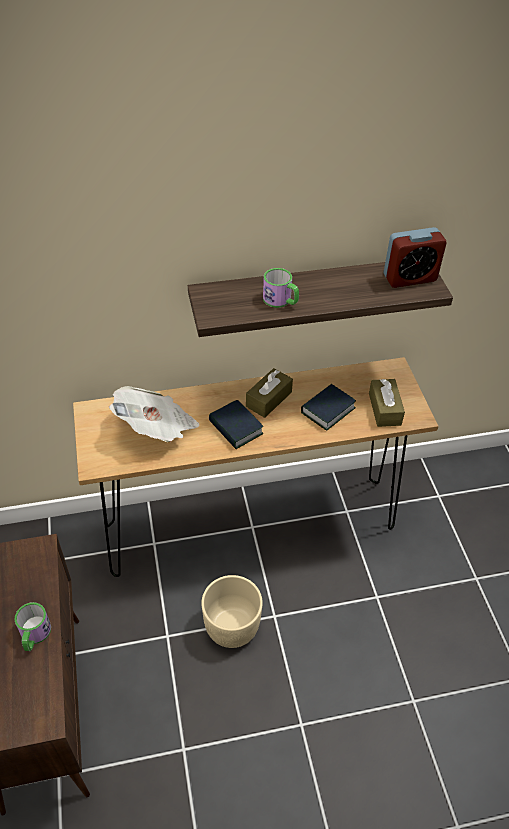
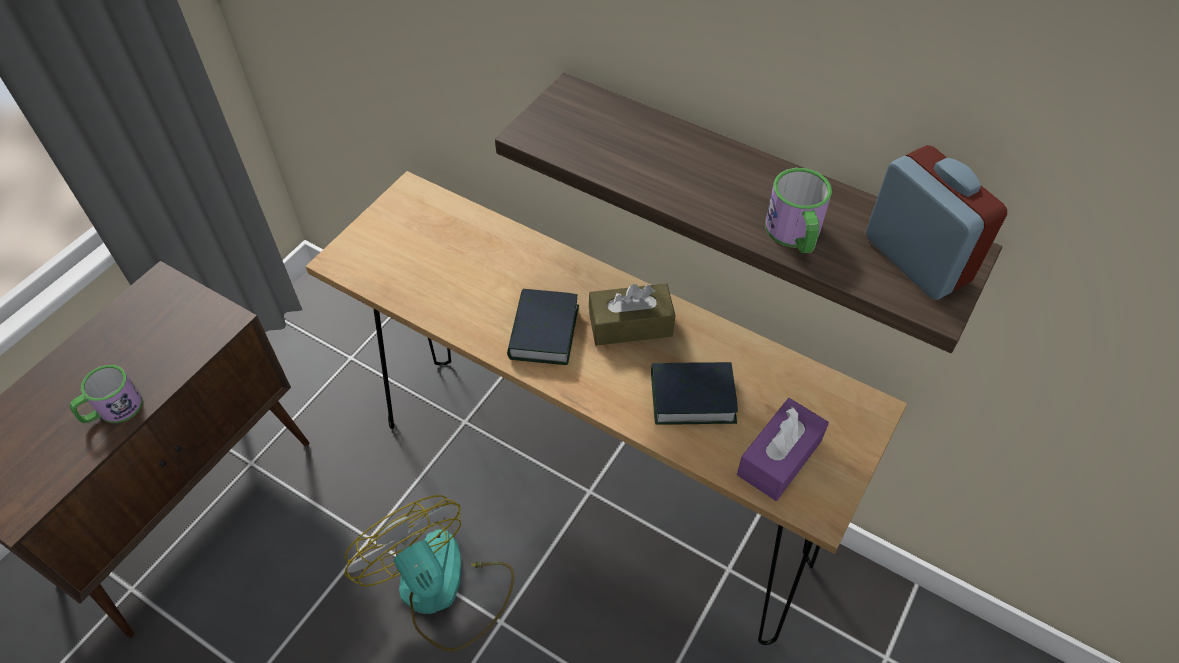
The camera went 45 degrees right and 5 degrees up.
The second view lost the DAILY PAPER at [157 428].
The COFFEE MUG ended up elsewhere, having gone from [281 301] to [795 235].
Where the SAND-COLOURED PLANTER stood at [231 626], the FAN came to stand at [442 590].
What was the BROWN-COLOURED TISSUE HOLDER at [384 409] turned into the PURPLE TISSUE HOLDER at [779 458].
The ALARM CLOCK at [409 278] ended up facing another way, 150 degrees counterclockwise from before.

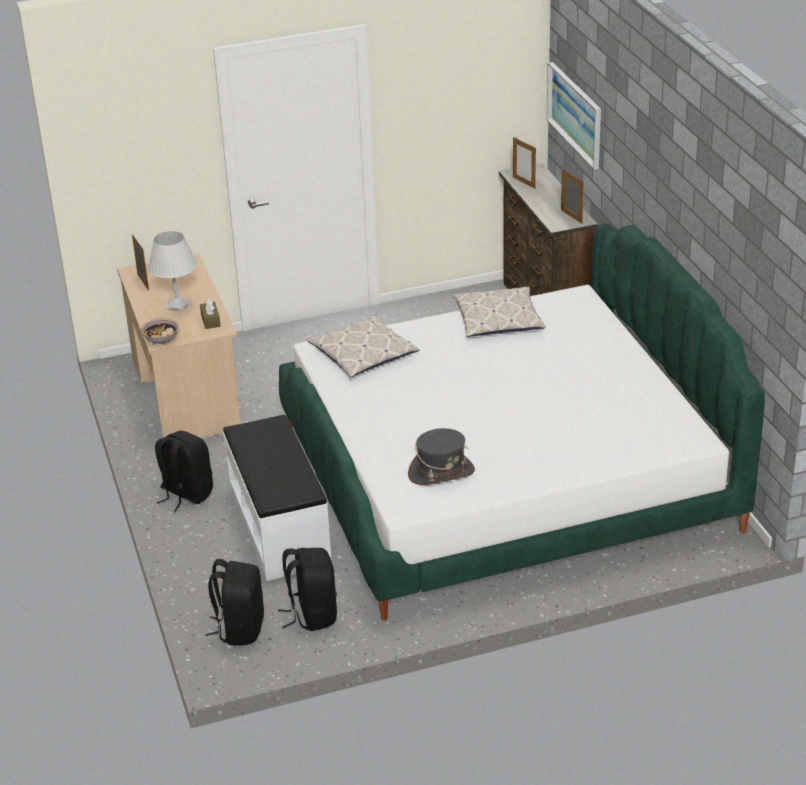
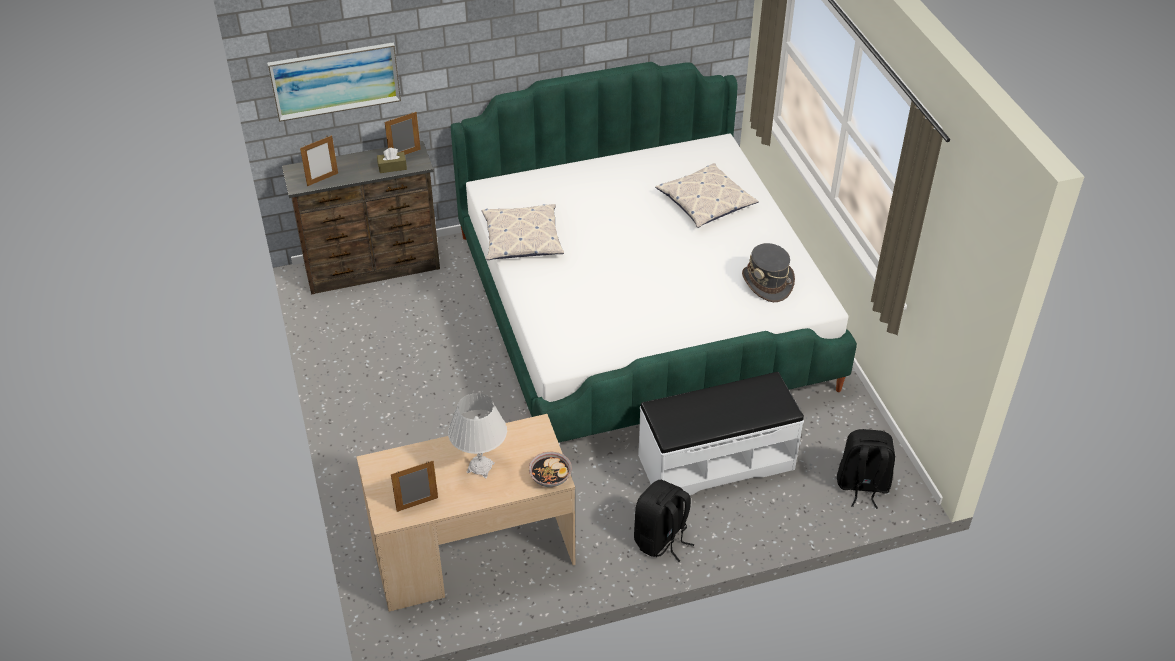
The camera went 90 degrees left and 10 degrees up.
The second view lost the BLACK KNAPSACK at [312 614].
The BROWN-COLOURED TISSUE HOLDER ended up elsewhere, having gone from [210 320] to [392 167].
The CUSHION ended up elsewhere, having gone from [363 354] to [705 202].

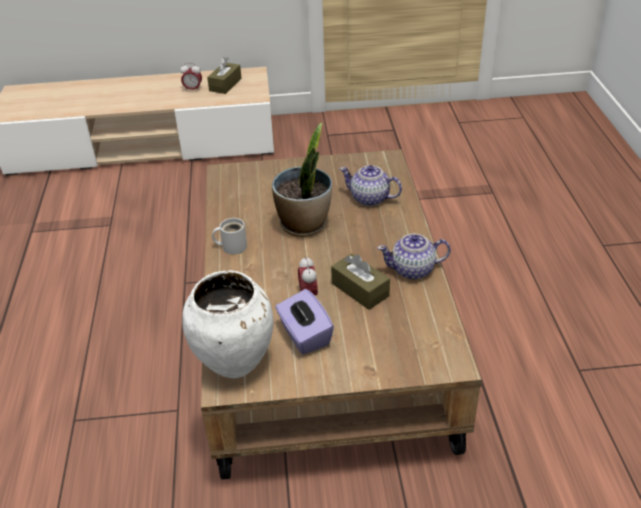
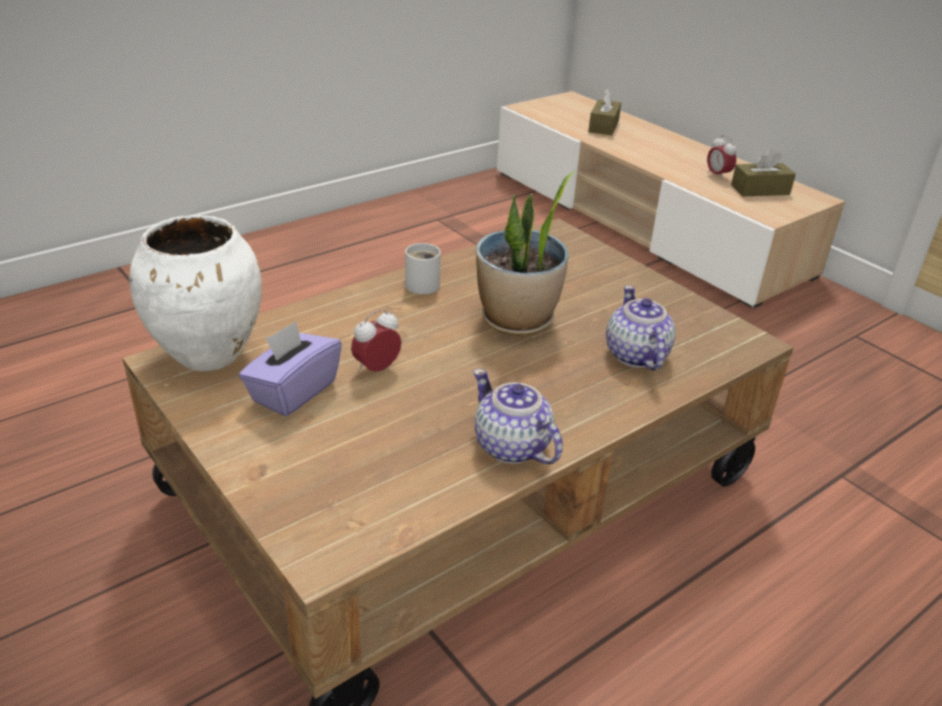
The camera went 55 degrees right and 5 degrees down.
The BROWN-COLOURED TISSUE HOLDER ended up elsewhere, having gone from [360 290] to [603 126].

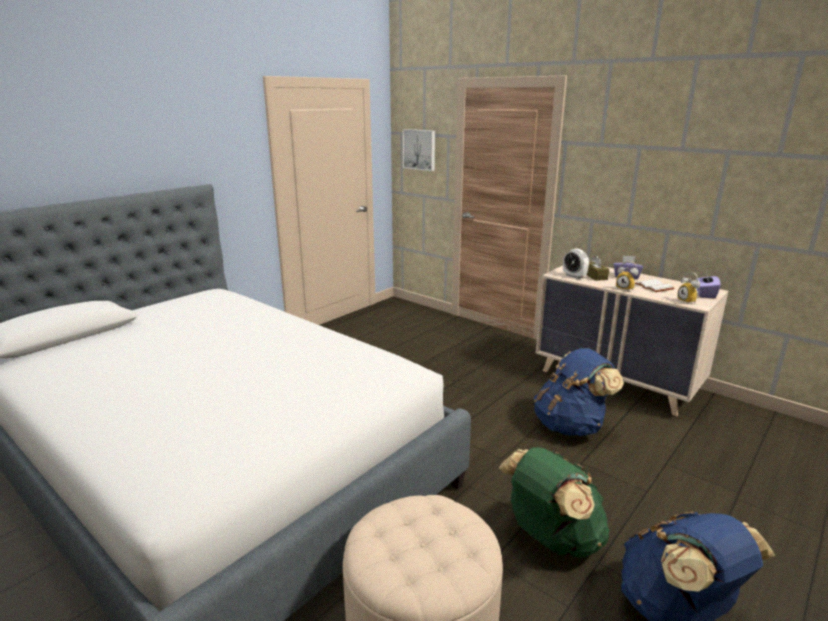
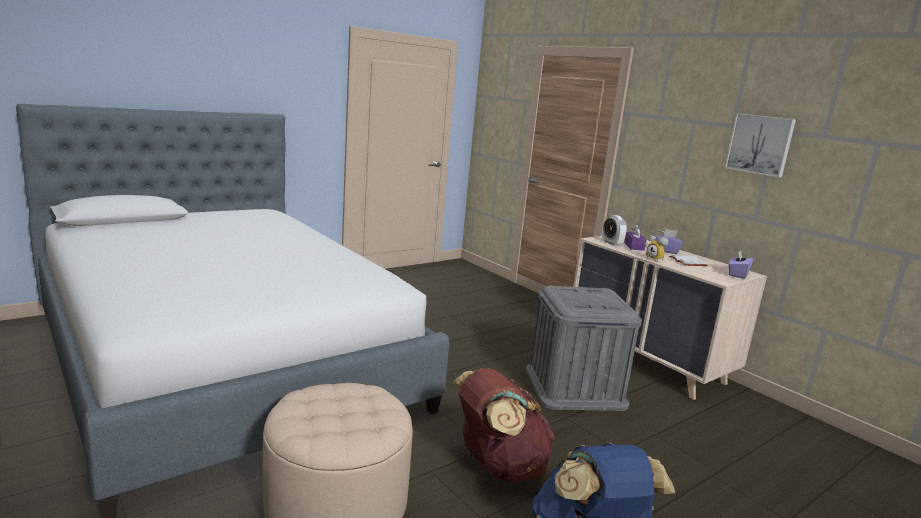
The camera went 10 degrees right and 5 degrees down.
The second view lost the ALARM CLOCK at [689 302].
The WALL ART ended up elsewhere, having gone from [420 149] to [760 144].
Where the BLUE KNAPSACK stood at [570 425], the GREY STORAGE BIN came to stand at [575 387].
What was the GREENISH KNAPSACK at [551 538] turned into the BROWN-COLOURED KNAPSACK at [498 467].
What was the BROWN-COLOURED TISSUE HOLDER at [595 276] turned into the PURPLE TISSUE HOLDER at [634 246].

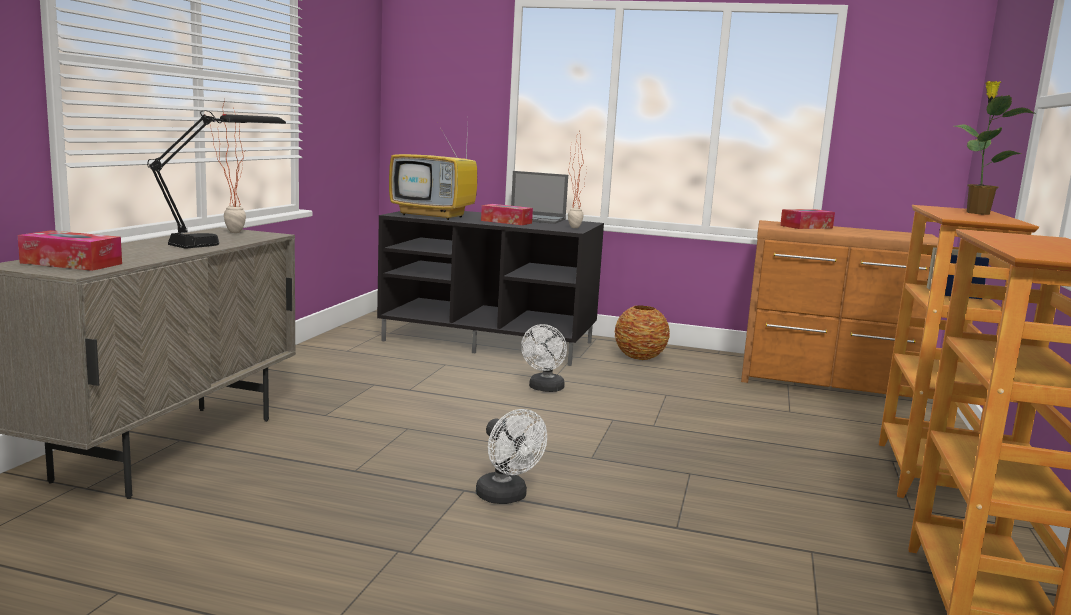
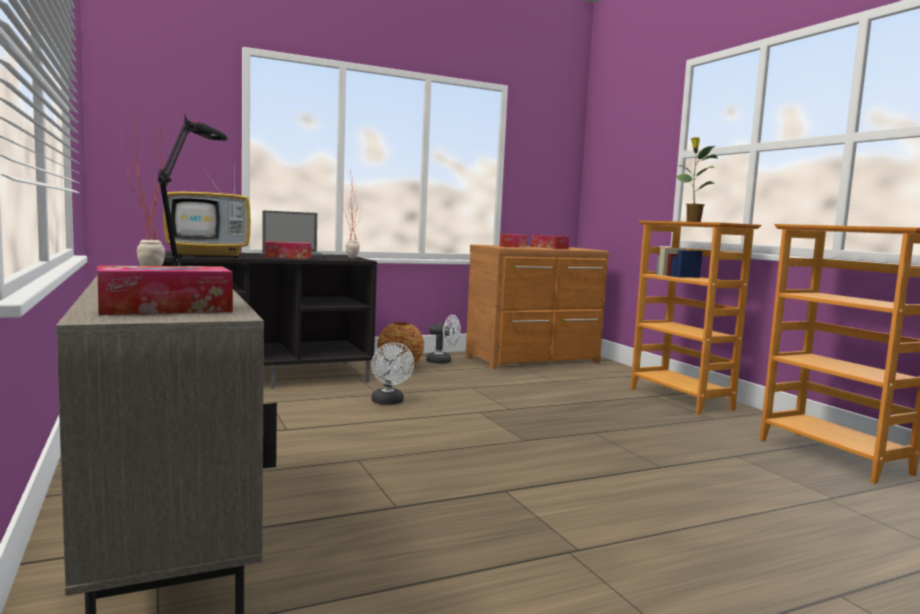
The camera went 40 degrees left and 5 degrees down.
The second view gained the TISSUE HOLDER at [549 247].
The WHITE FAN ended up elsewhere, having gone from [506 497] to [443 362].

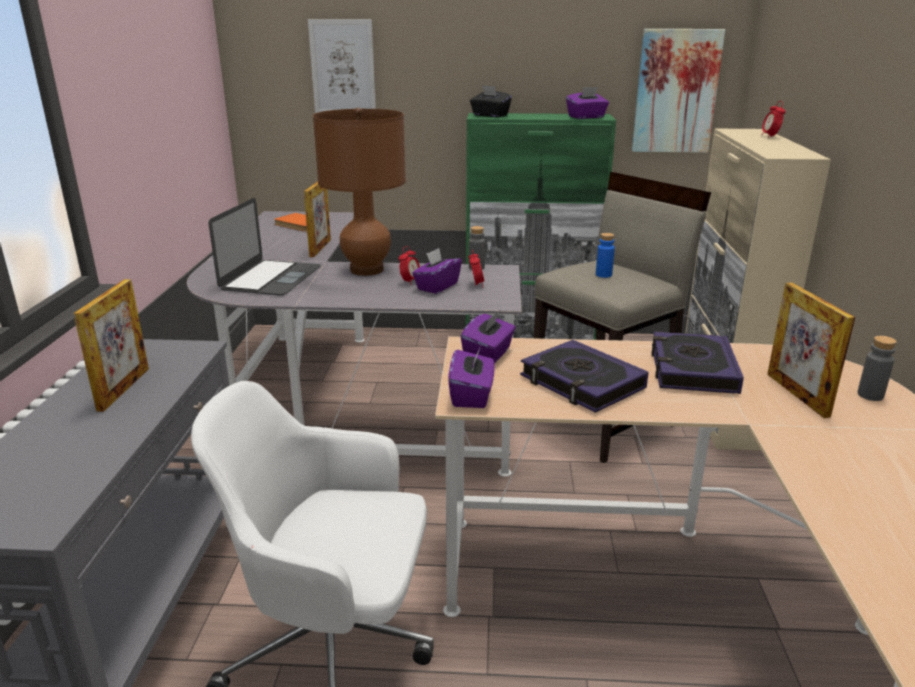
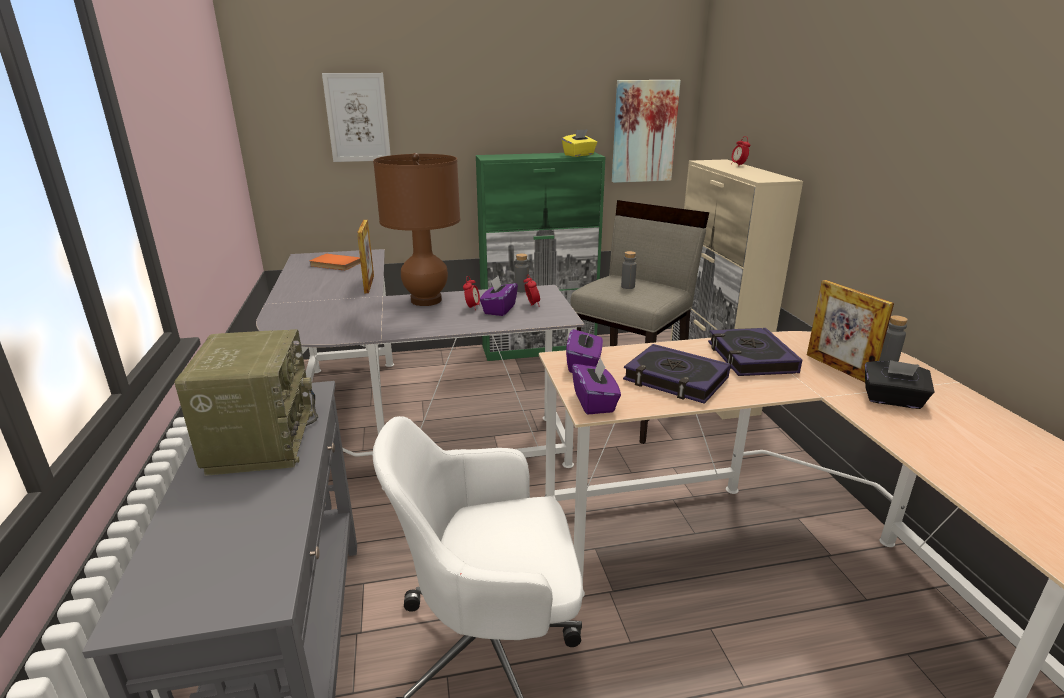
The camera went 15 degrees left and 0 degrees up.
The second view lost the NOTEBOOK COMPUTER at [271 278].
The BLACK TISSUE HOLDER ended up elsewhere, having gone from [490 115] to [892 400].
Where the PICTURE FRAME stood at [124 389], the RADIO RECEIVER came to stand at [260 440].
What was the PURPLE TISSUE HOLDER at [586 117] turned into the YELLOW TISSUE HOLDER at [579 155].
What was the BLUE BOTTLE at [603 275] turned into the GREY BOTTLE at [628 286].

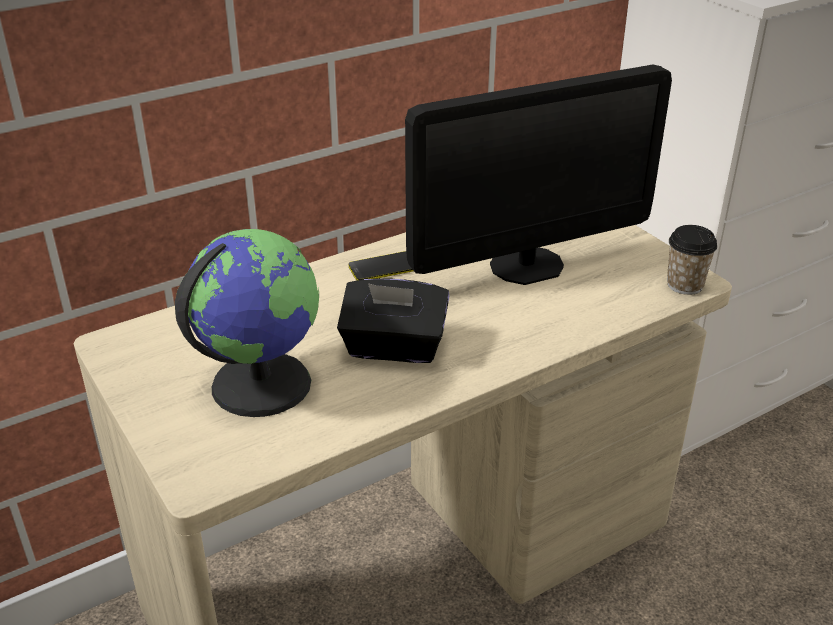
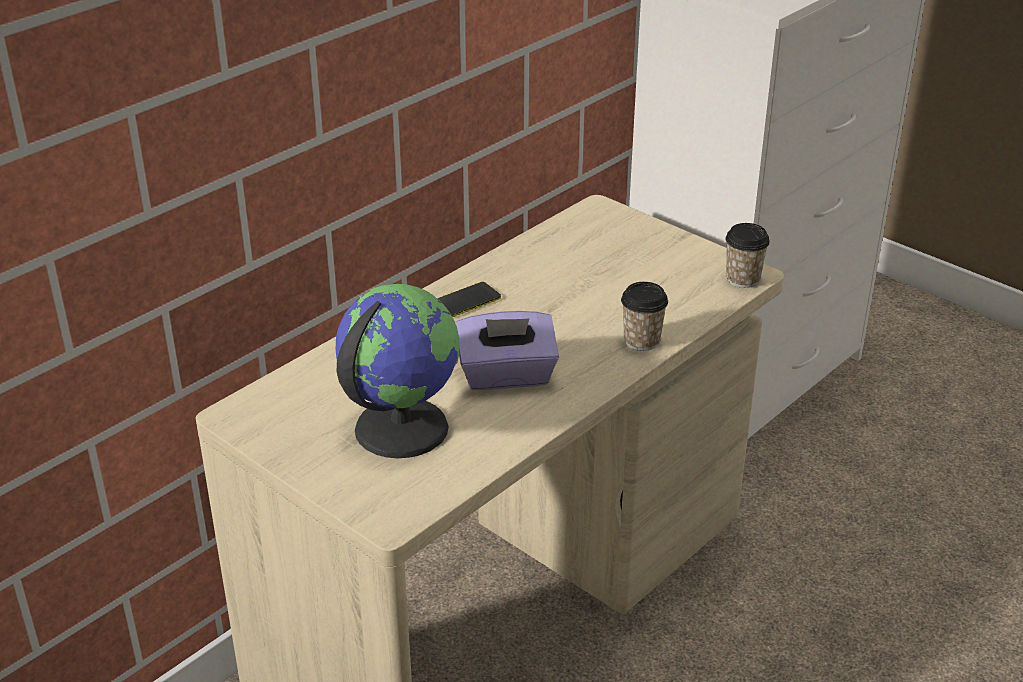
The camera went 15 degrees left and 0 degrees up.
The second view lost the COMPUTER SCREEN at [526 265].
The second view gained the CUP at [641 341].
What was the BLACK TISSUE HOLDER at [394 347] turned into the PURPLE TISSUE HOLDER at [506 376].

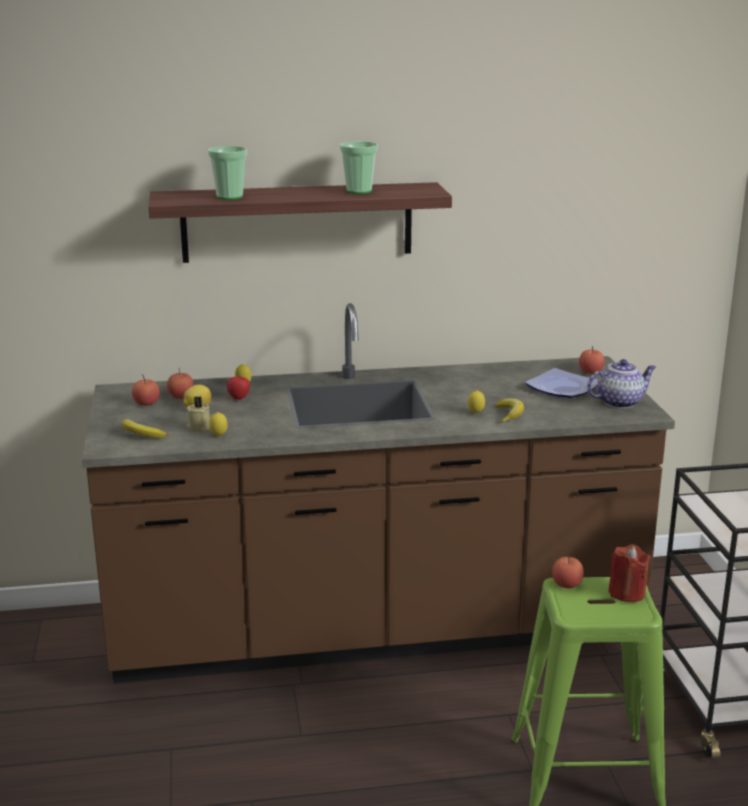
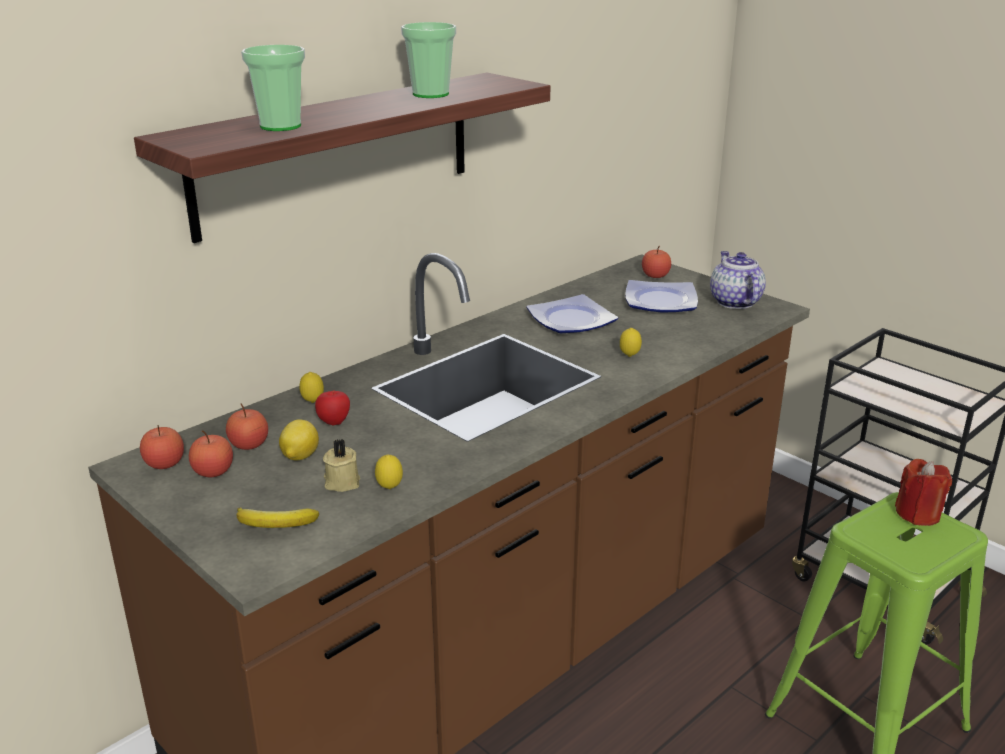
The camera went 35 degrees left and 5 degrees up.
The second view lost the WHOLE BANANA at [509 415].
The second view gained the FLAT DISH at [569 320].
The APPLE ended up elsewhere, having gone from [567 584] to [164 464].
The TEAPOT at [620 402] ended up facing another way, 45 degrees counterclockwise from before.

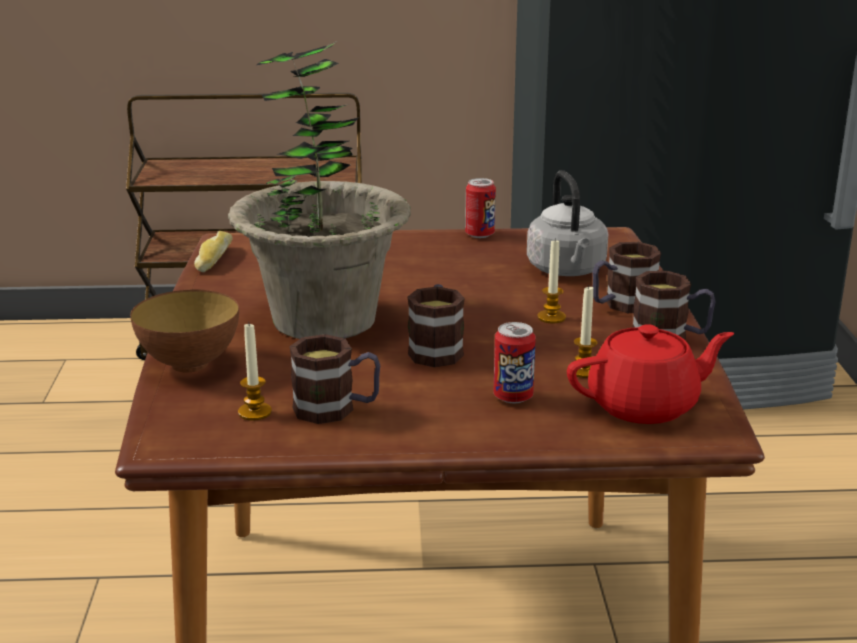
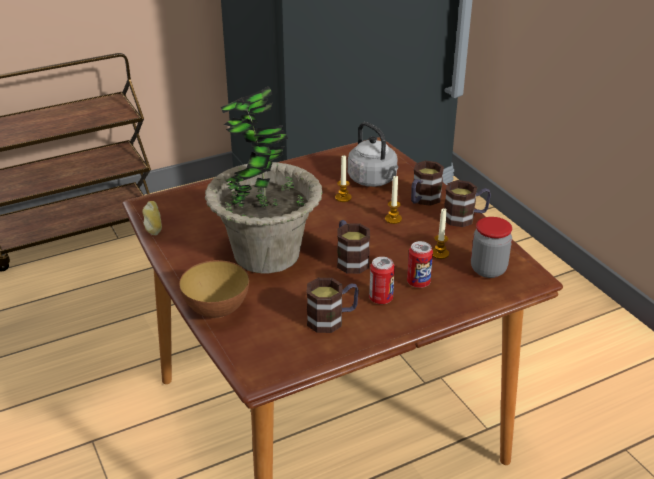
The camera went 25 degrees left and 10 degrees up.
The WAX LIGHT ended up elsewhere, having gone from [255 412] to [343 197].
The METAL CAN ended up elsewhere, having gone from [479 234] to [381 299].
Where the RED-COLOURED TEAPOT stood at [645 406], the JAR came to stand at [488 269].

